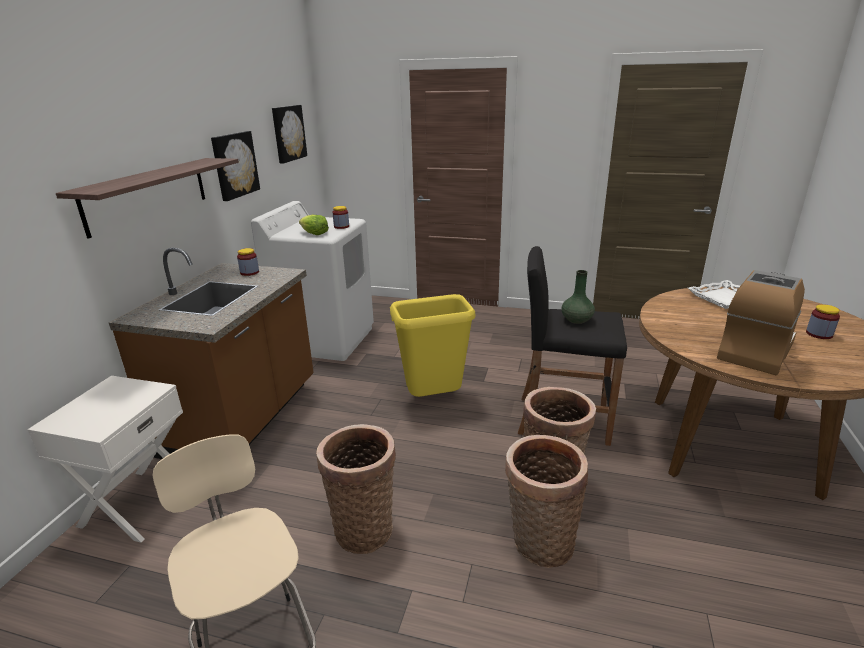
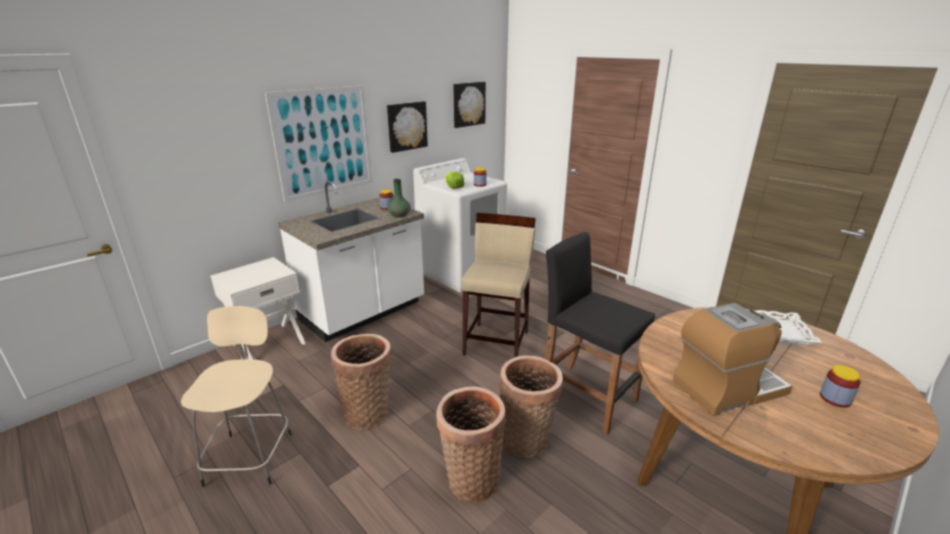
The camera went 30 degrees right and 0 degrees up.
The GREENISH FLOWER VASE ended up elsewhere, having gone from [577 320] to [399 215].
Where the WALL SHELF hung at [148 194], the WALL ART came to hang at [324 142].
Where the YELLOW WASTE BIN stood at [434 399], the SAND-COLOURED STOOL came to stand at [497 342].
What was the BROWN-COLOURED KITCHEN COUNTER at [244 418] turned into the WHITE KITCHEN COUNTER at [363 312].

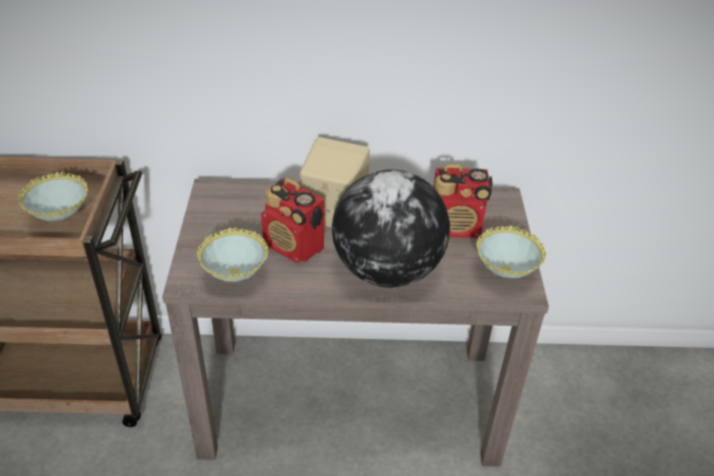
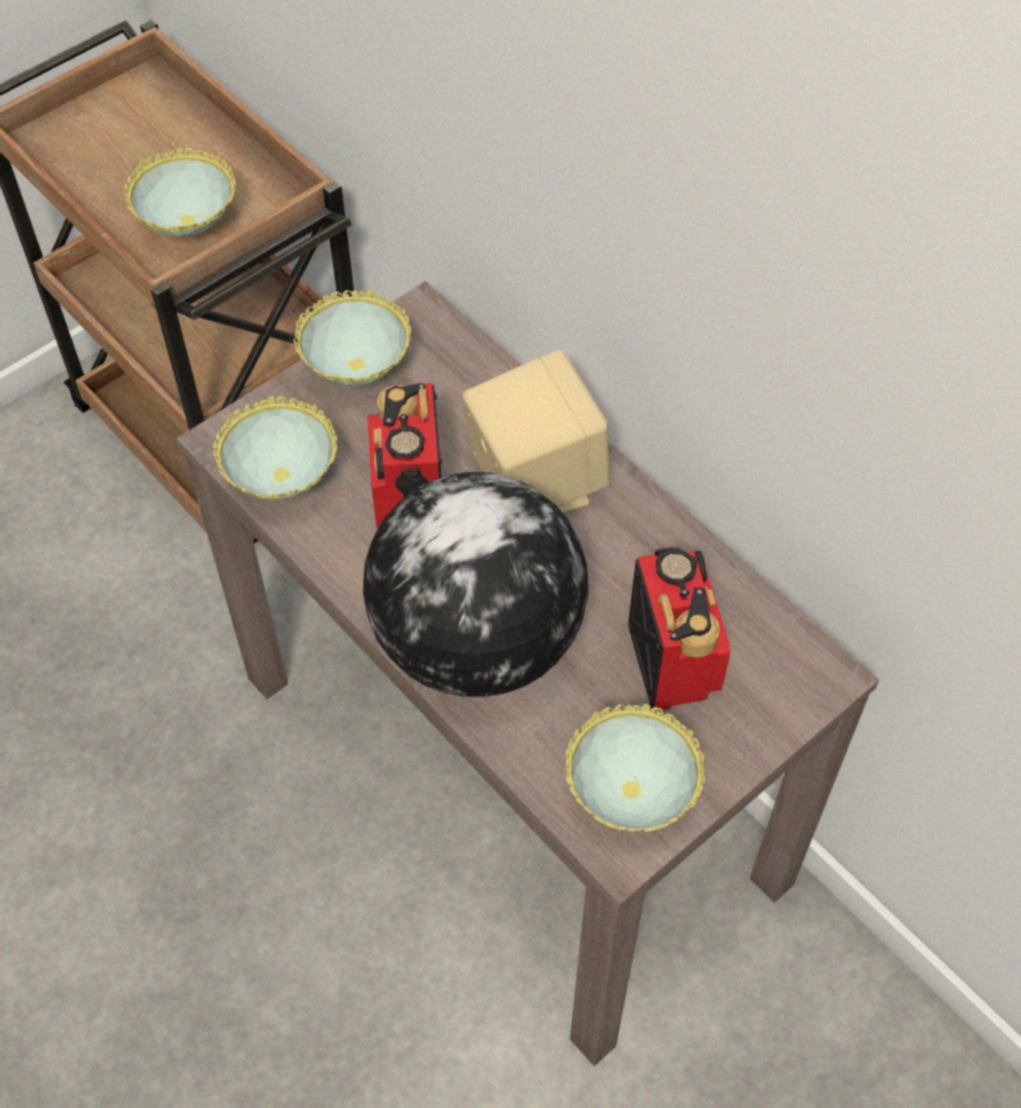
The camera went 50 degrees right and 15 degrees up.
The second view gained the BOWL at [357 374].
The RADIO RECEIVER at [456 227] ended up facing another way, 150 degrees counterclockwise from before.

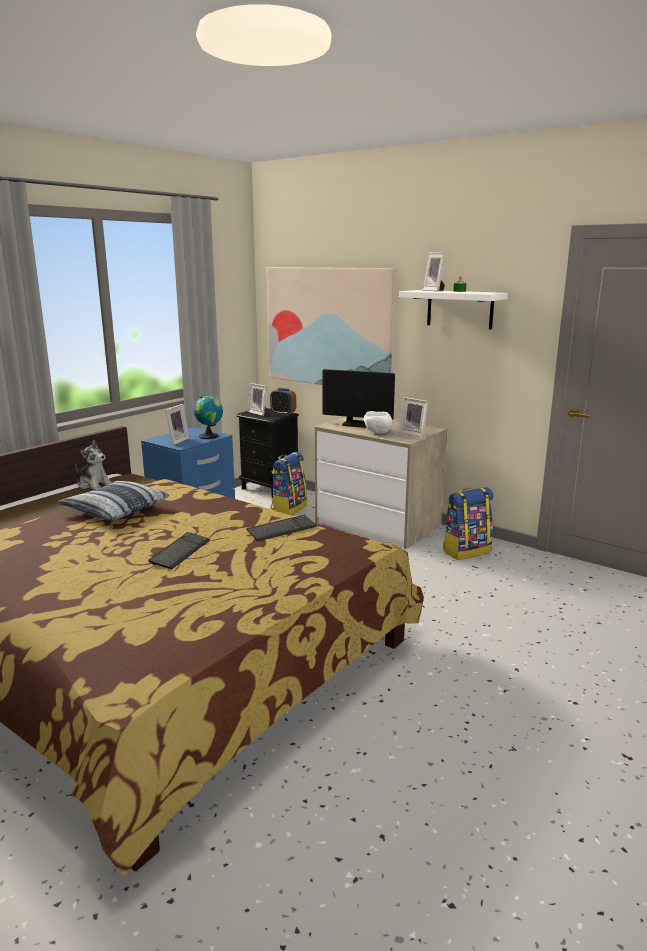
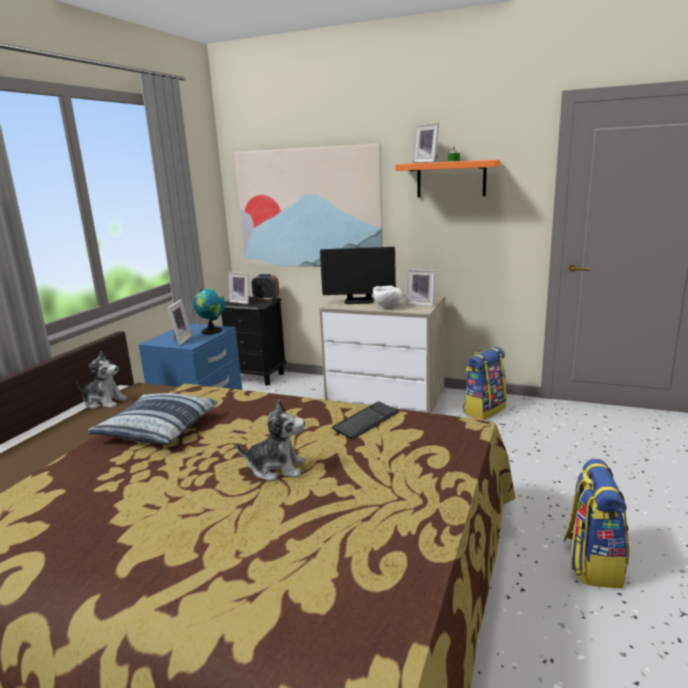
The camera went 15 degrees left and 0 degrees up.
The KNAPSACK ended up elsewhere, having gone from [288 509] to [592 563].
Where the PC KEYBOARD stood at [180 552], the SOFT TOY came to stand at [276 468].
What was the WHITE WALL SHELF at [459 309] turned into the ORANGEY WALL SHELF at [451 179].

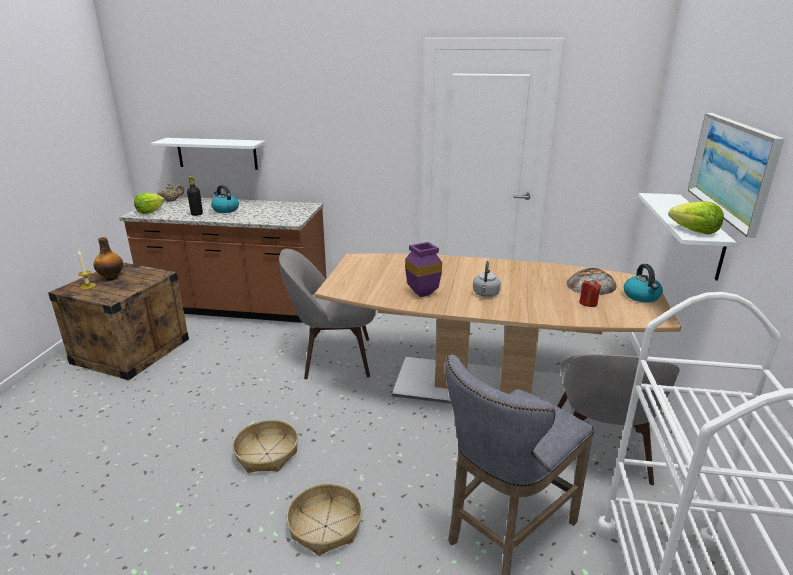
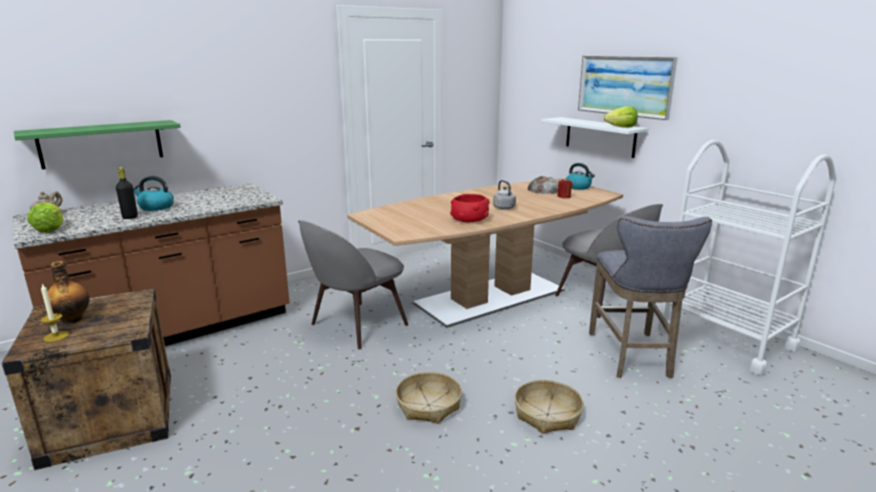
The camera went 45 degrees left and 5 degrees down.
Where the PURPLE FLOWER VASE stood at [422 295], the RED-COLOURED BOWL came to stand at [470 219].
What was the WHITE WALL SHELF at [217 153] turned into the GREENISH WALL SHELF at [101 144].

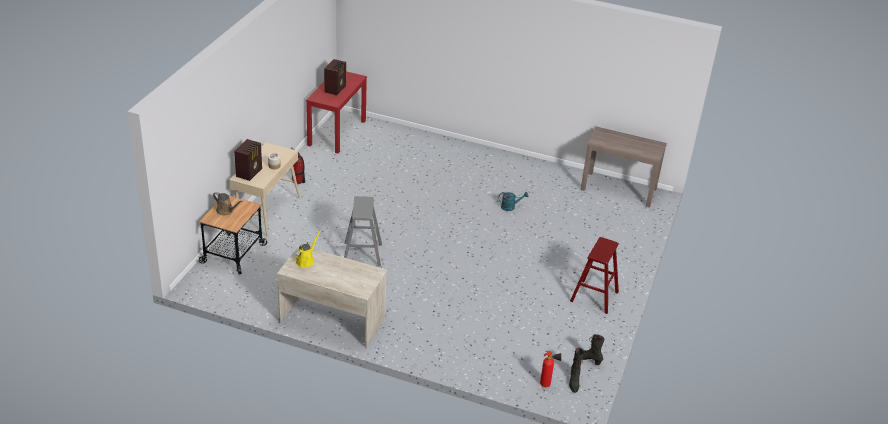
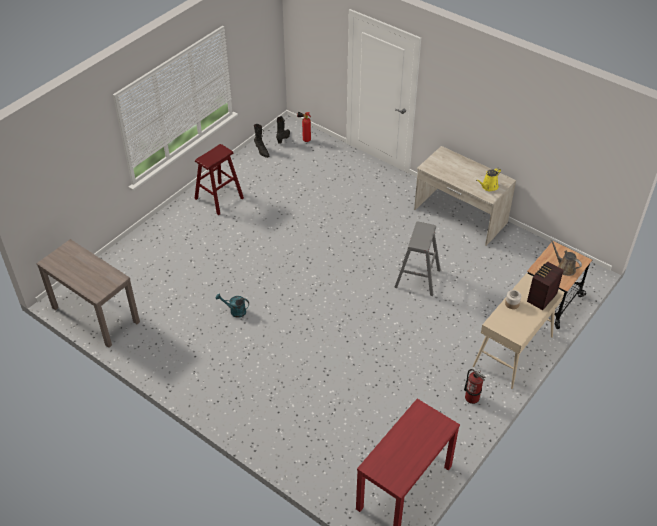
The camera went 160 degrees left and 10 degrees up.
The second view lost the RADIO RECEIVER at [336 89].

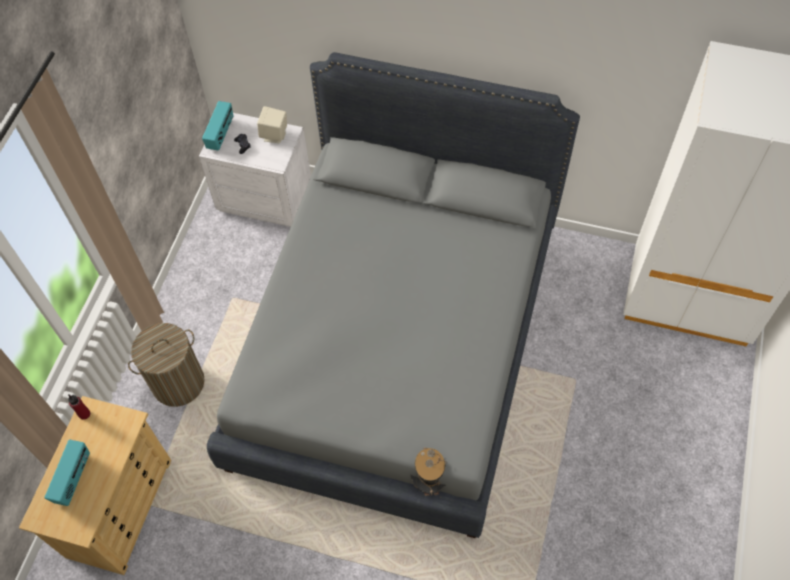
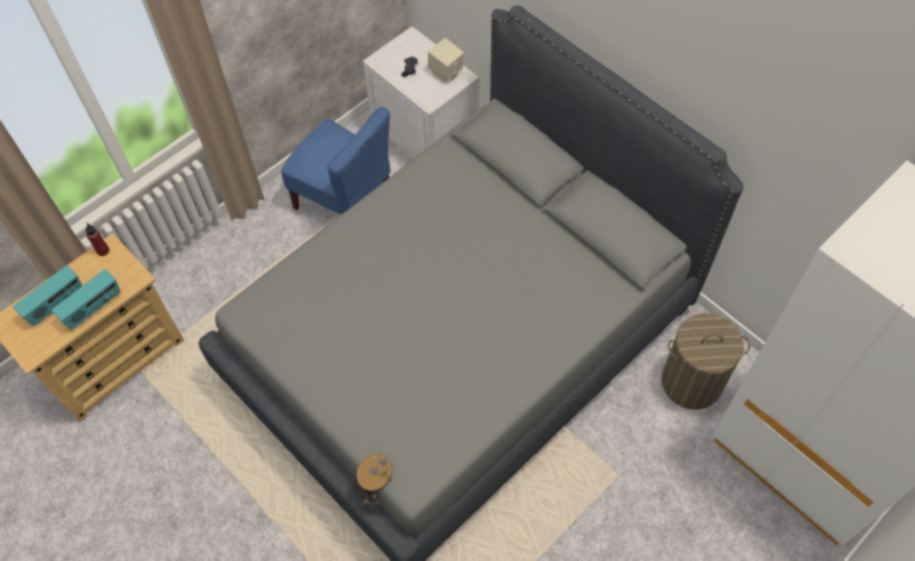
The camera went 30 degrees right and 0 degrees up.
The second view gained the BLUE CHAIR at [344 199].
The WASHING BASKET ended up elsewhere, having gone from [178 383] to [691 382].
The RADIO RECEIVER ended up elsewhere, having gone from [221 134] to [93 308].

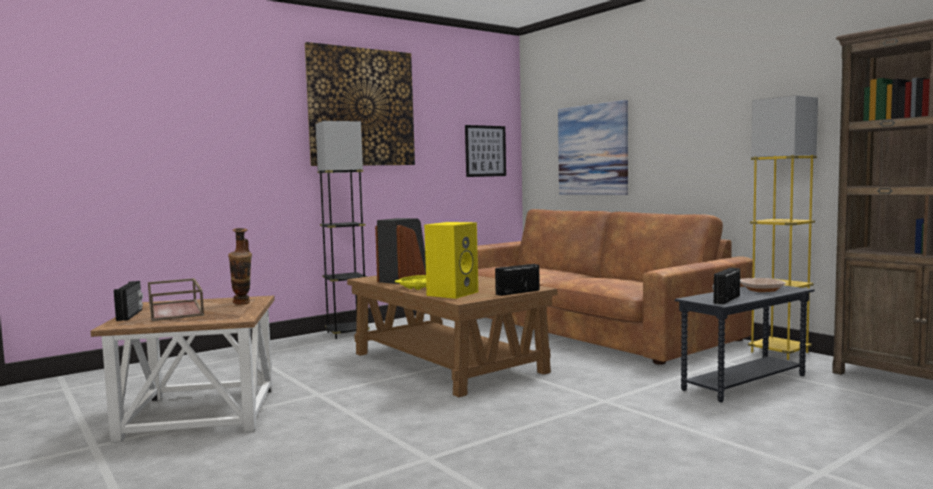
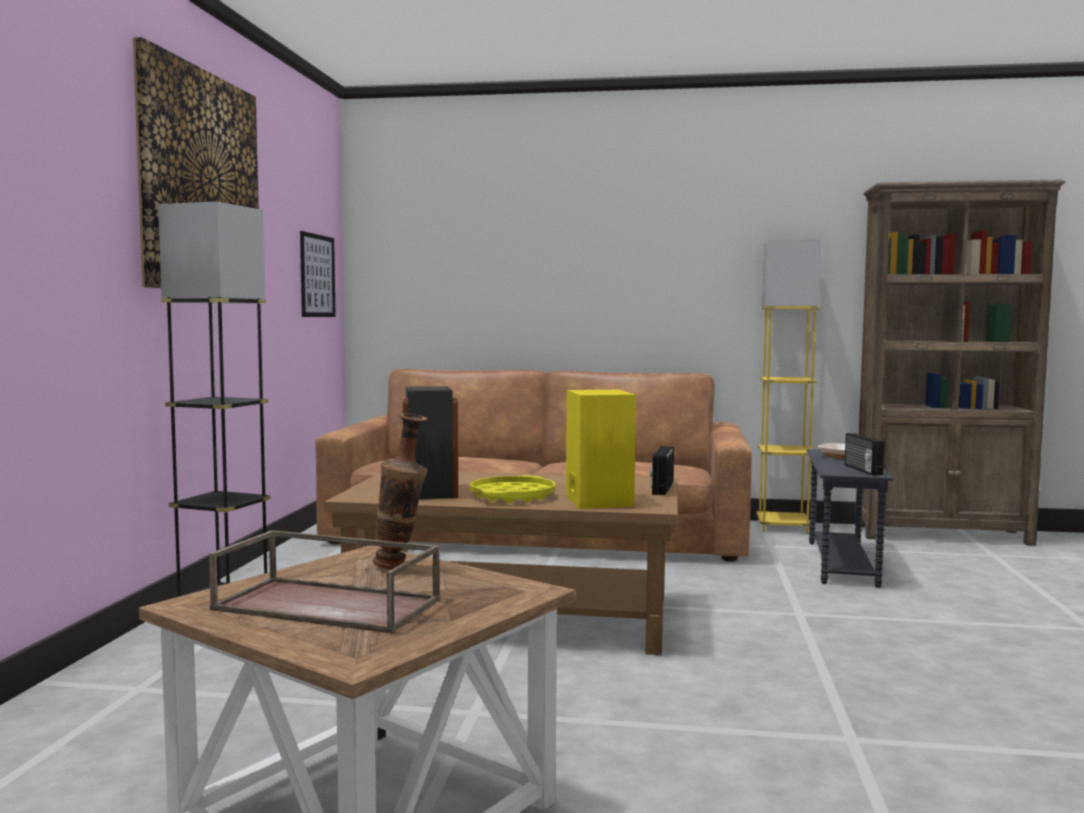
The camera went 45 degrees left and 0 degrees up.
The second view lost the RADIO RECEIVER at [131 315].
The second view lost the WALL ART at [592 150].

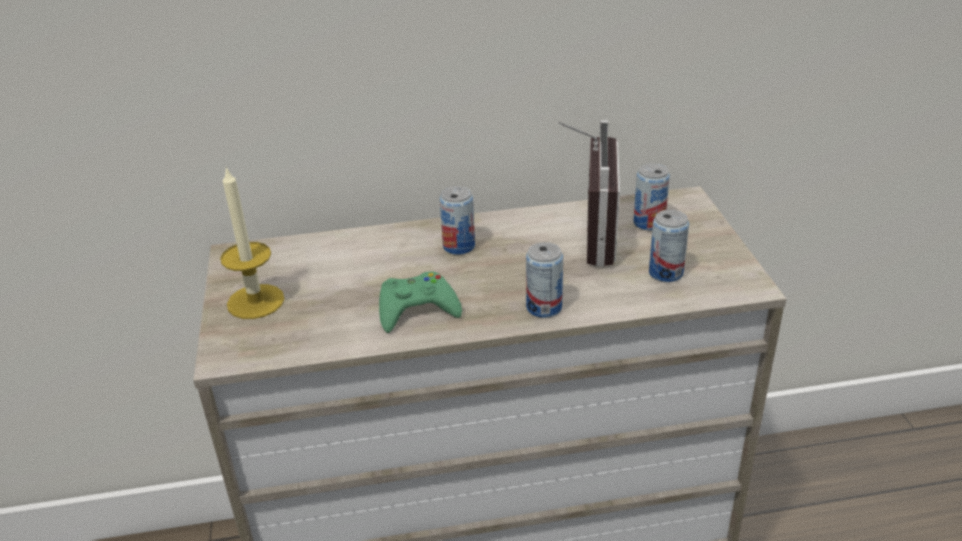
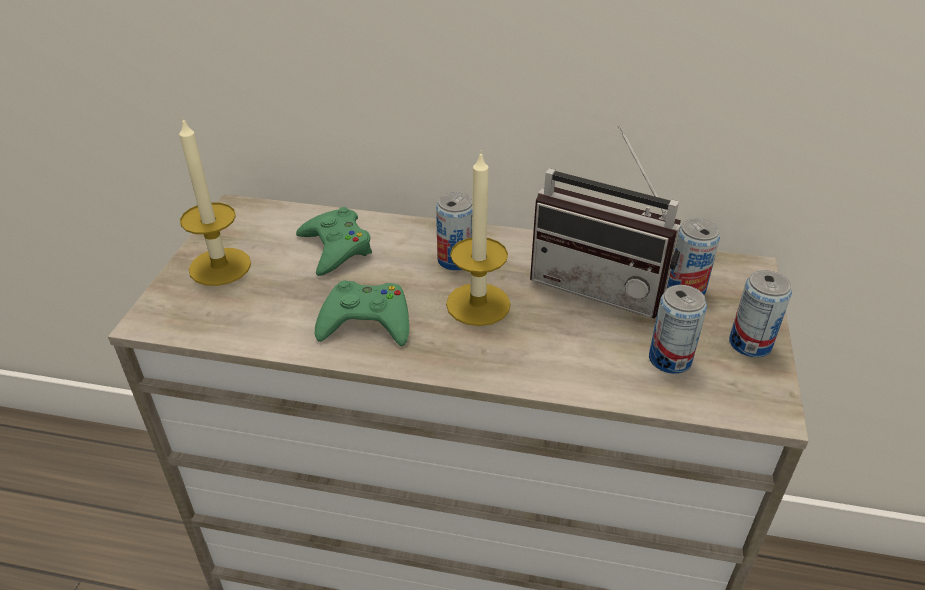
The camera went 20 degrees right and 5 degrees up.
The second view gained the GREENISH GAMEPAD at [336 248].
The second view gained the WAX LIGHT at [478 304].
The METAL CAN ended up elsewhere, having gone from [544 307] to [750 344].
The RADIO RECEIVER at [586 235] ended up facing another way, 90 degrees clockwise from before.

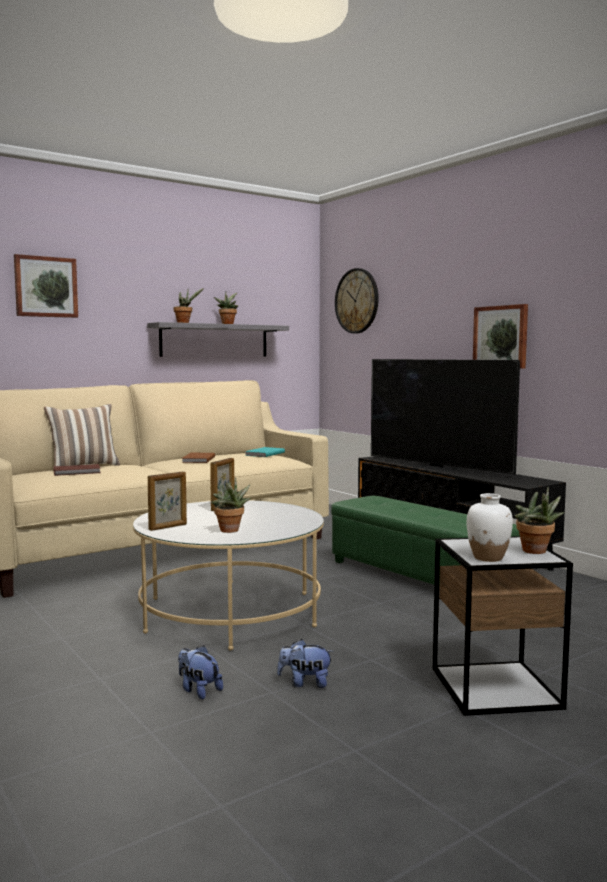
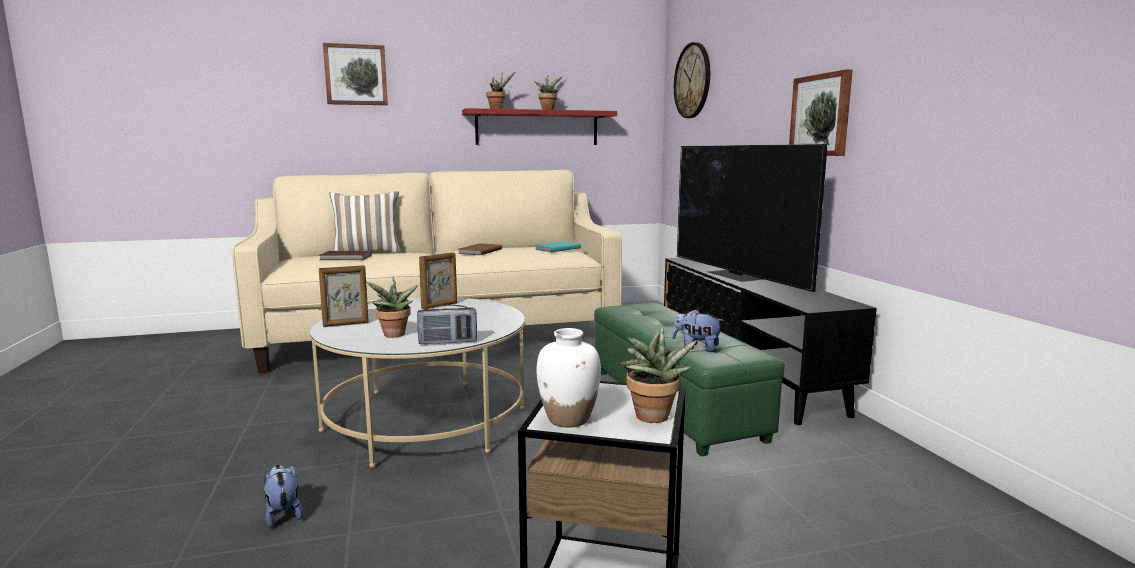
The camera went 20 degrees right and 5 degrees up.
The second view gained the RADIO RECEIVER at [448 342].
The SOFT TOY ended up elsewhere, having gone from [305 683] to [696 348].
What was the GREY WALL SHELF at [214 340] turned into the RED-COLOURED WALL SHELF at [537 128].

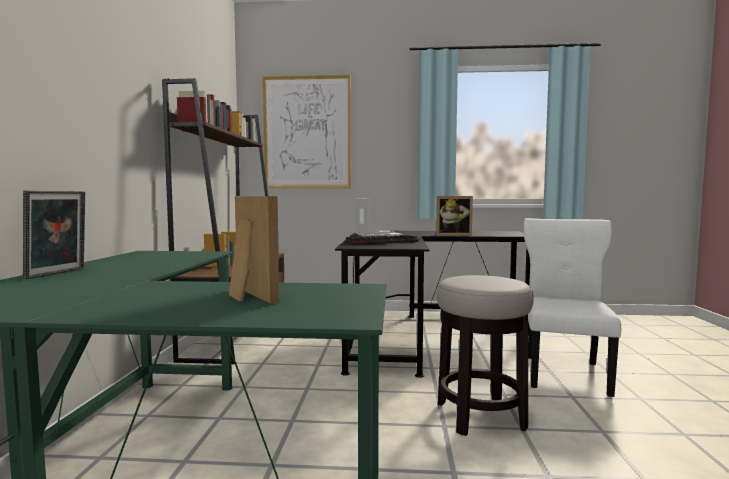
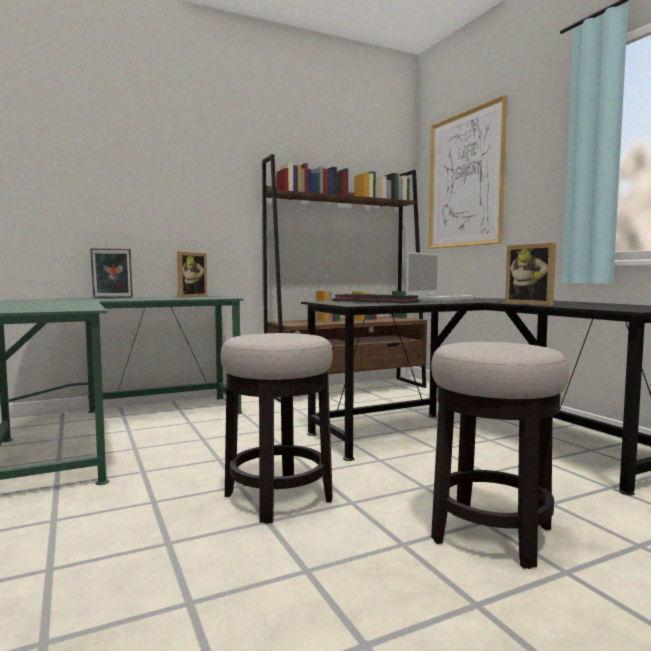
The camera went 60 degrees right and 0 degrees up.
The PICTURE FRAME ended up elsewhere, having gone from [246 296] to [189 297].
Where the WHITE CHAIR stood at [565 373], the STOOL came to stand at [492 534].

